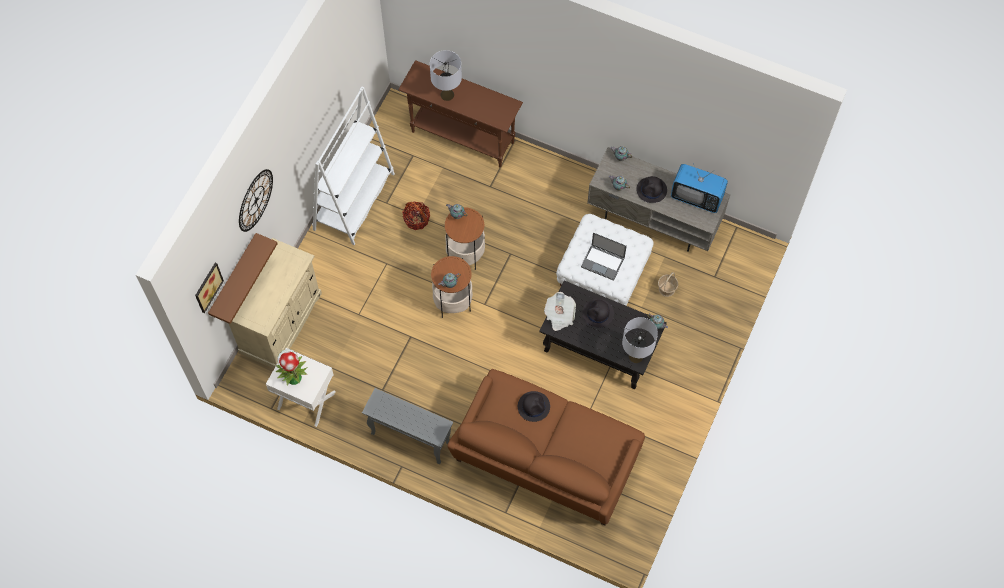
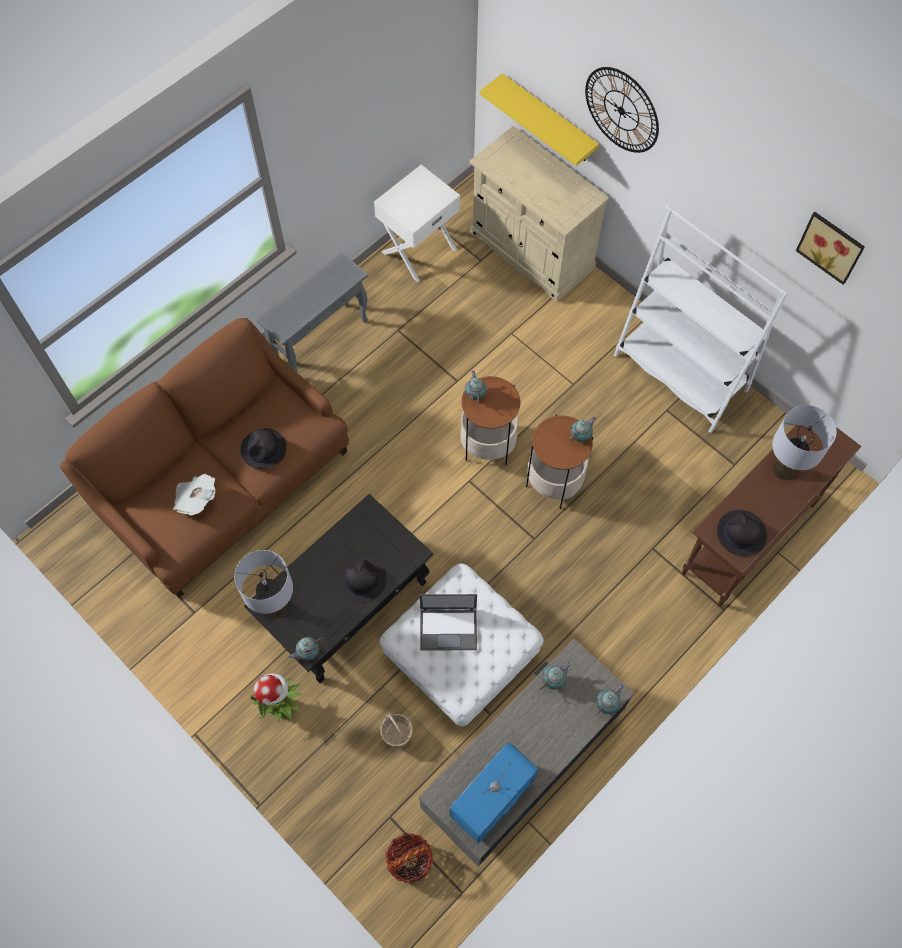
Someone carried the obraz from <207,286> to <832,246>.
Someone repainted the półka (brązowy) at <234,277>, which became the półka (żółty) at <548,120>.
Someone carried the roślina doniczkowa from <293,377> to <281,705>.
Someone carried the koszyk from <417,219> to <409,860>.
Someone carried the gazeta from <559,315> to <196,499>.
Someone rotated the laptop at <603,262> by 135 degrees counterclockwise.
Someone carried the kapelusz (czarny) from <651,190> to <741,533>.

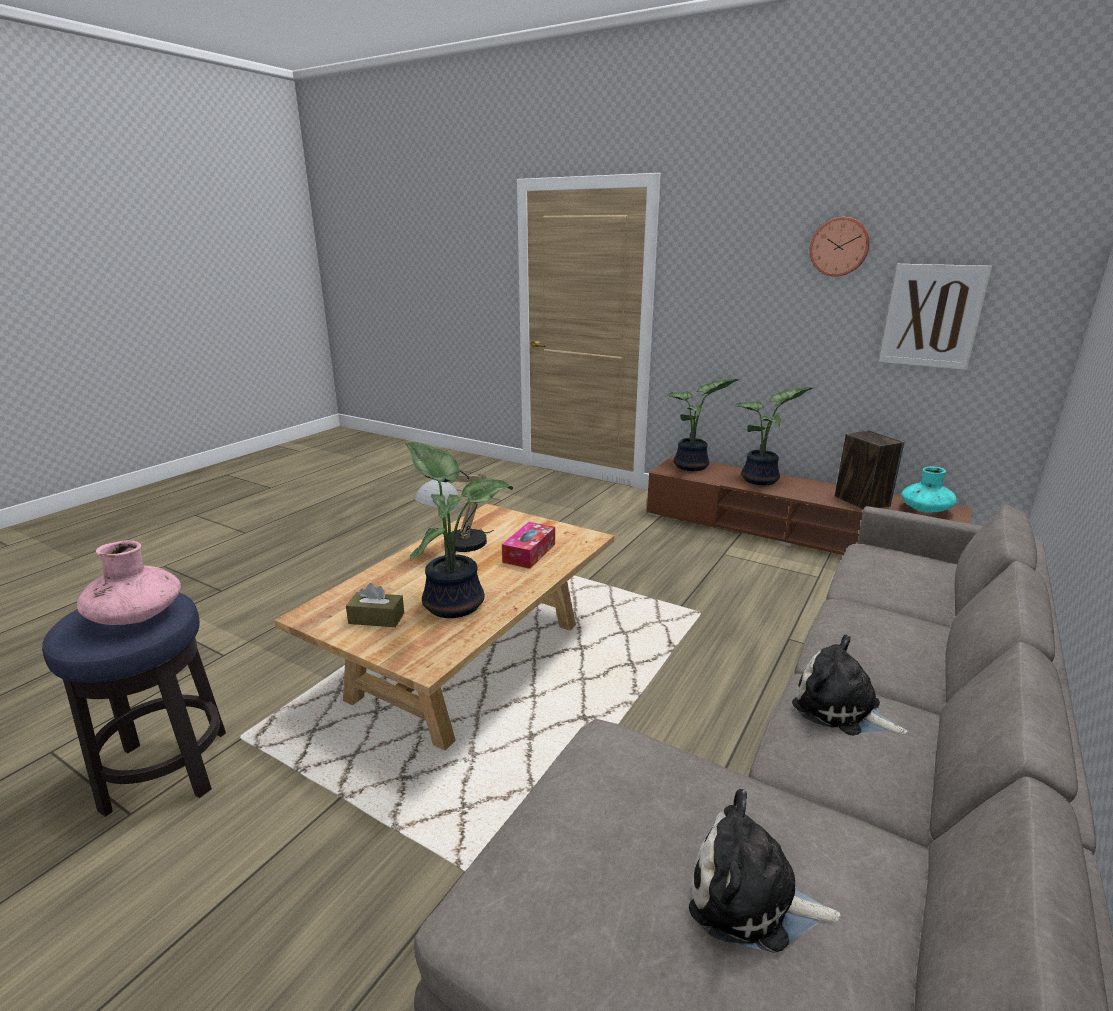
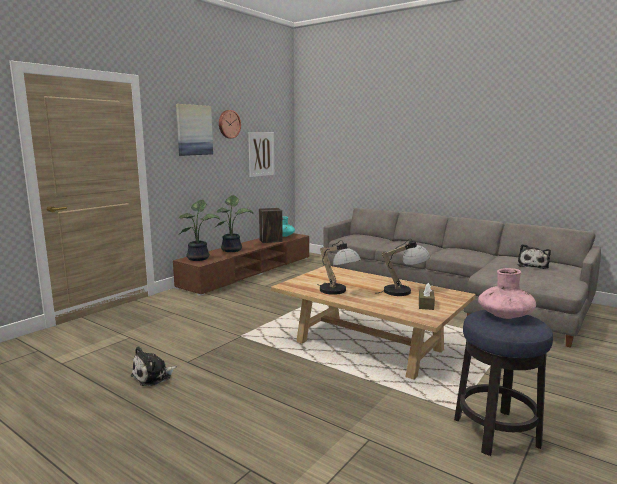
Someone swapped the roślina doniczkowa at <455,602> for the lampa stołowa at <404,291>.
Someone took away the pudełko chusteczek at <529,553>.
Someone carried the pluszak from <841,709> to <153,376>.
Someone put up the obraz at <194,130>.

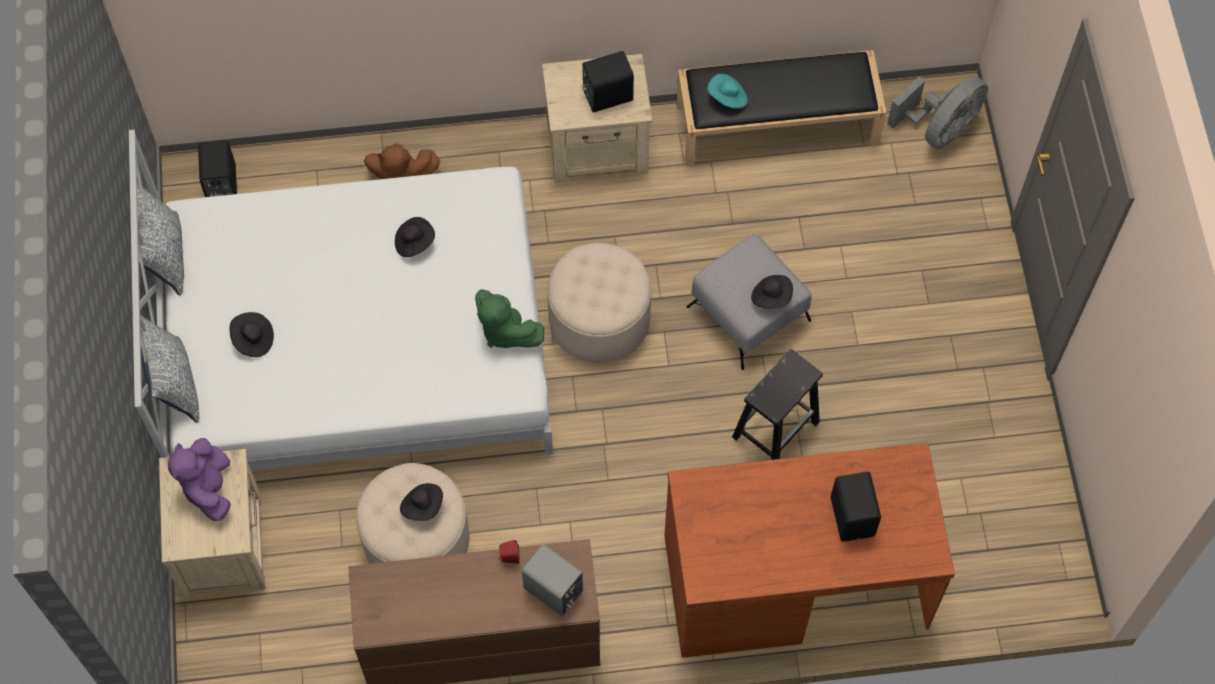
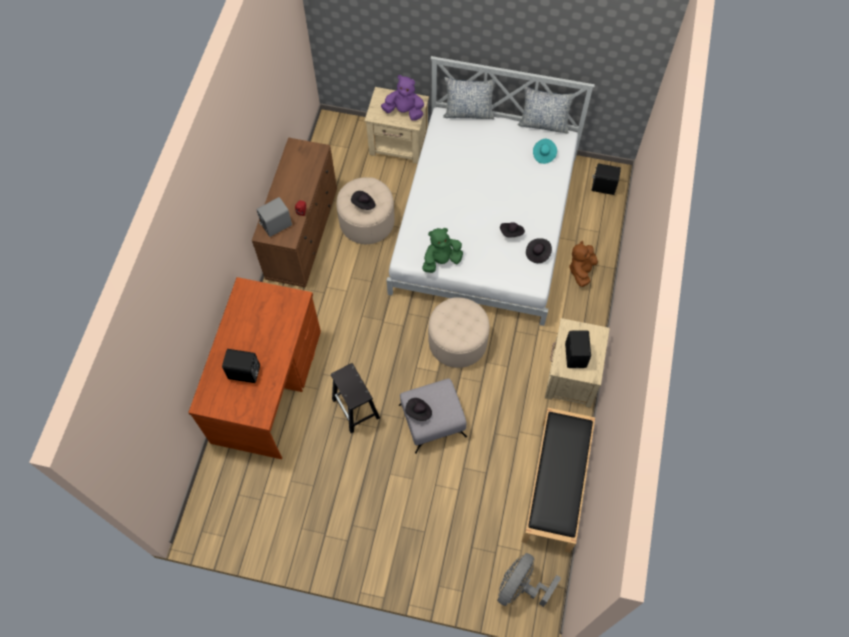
Someone carried the kapelusz (czarny) from <253,340> to <537,253>.
Someone carried the kapelusz (turkusowy) from <727,98> to <543,154>.
Someone rotated the wentylator (szary) at <940,130> by 60 degrees clockwise.

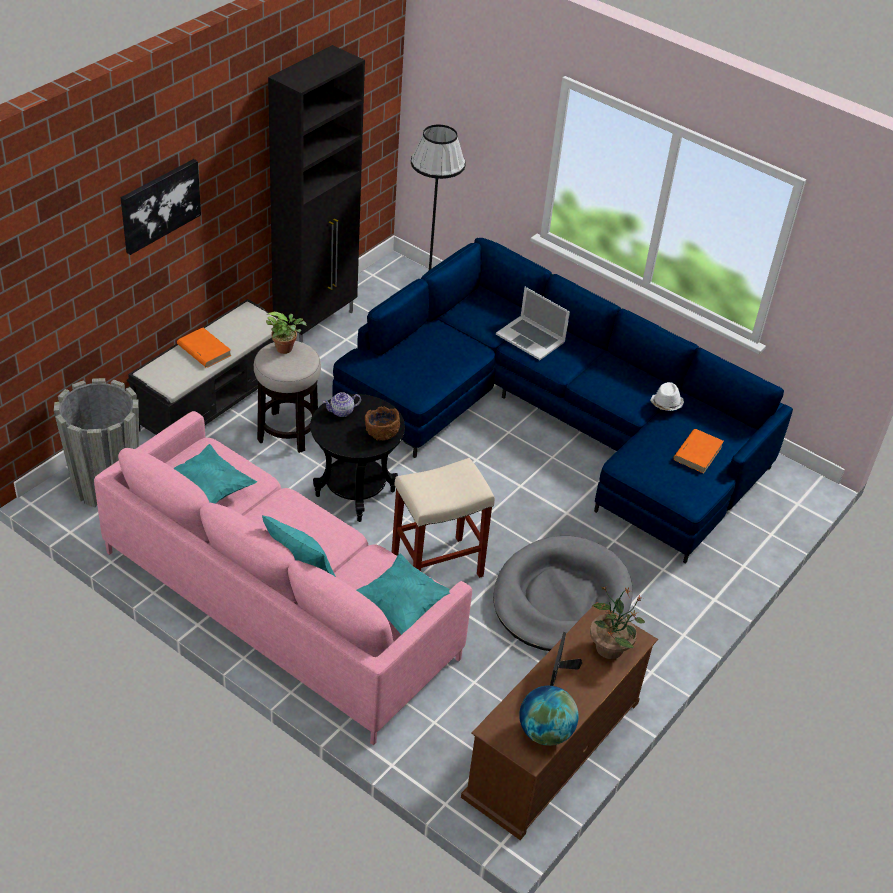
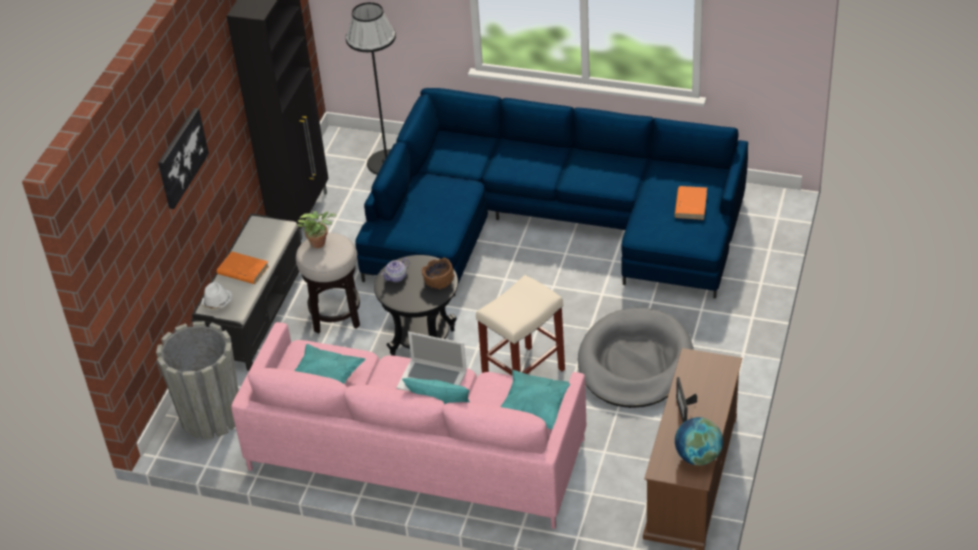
Someone carried the laptop from <530,338> to <432,379>.
Someone took away the roślina doniczkowa at <609,647>.
Someone carried the kapelusz (biały) from <666,404> to <217,302>.

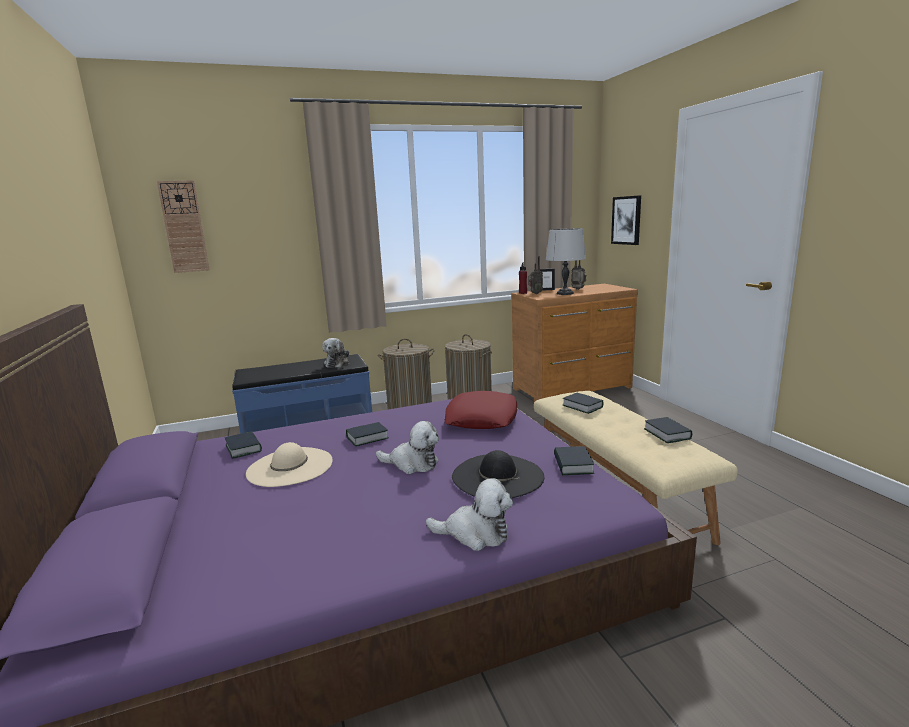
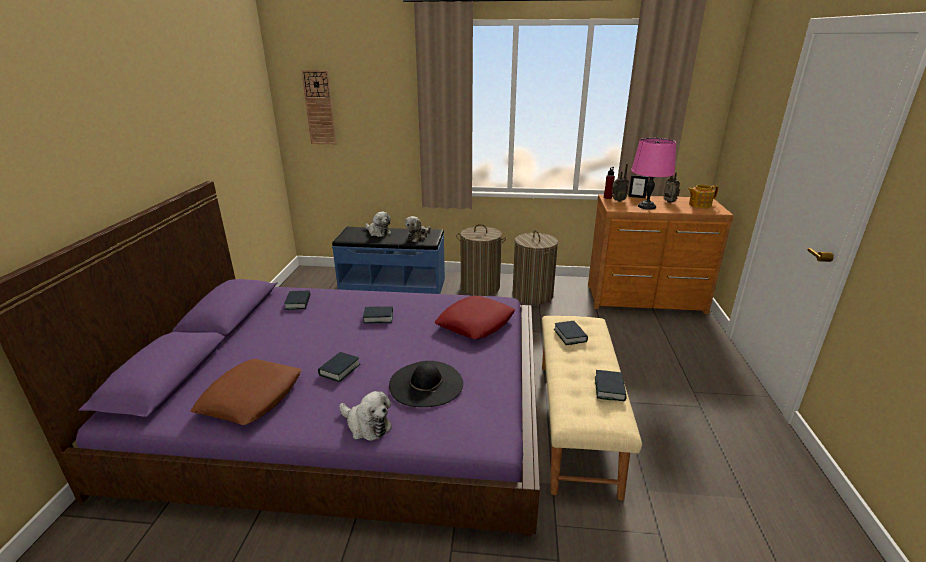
Someone took away the kapelusz (beżowy) at <290,467>.
Someone carried the pluszak from <412,464> to <378,232>.
Someone repainted the lampa stołowa (szary) at <564,293>, which became the lampa stołowa (różowy) at <646,206>.
Someone carried the książka from <573,465> to <339,370>.
Someone took away the obraz at <626,220>.
Someone put down the poduszka (brązowy) at <251,397>.
Someone put down the imbryk at <699,205>.

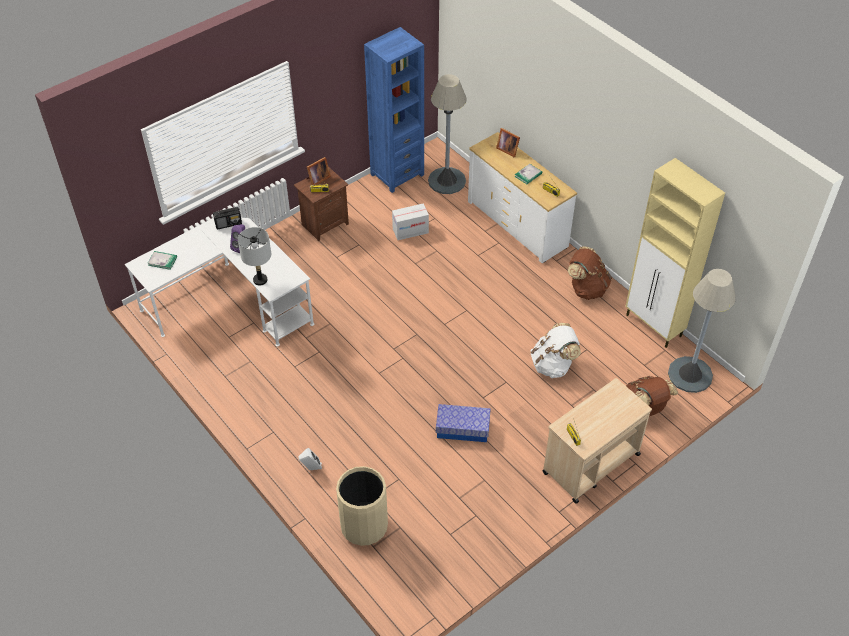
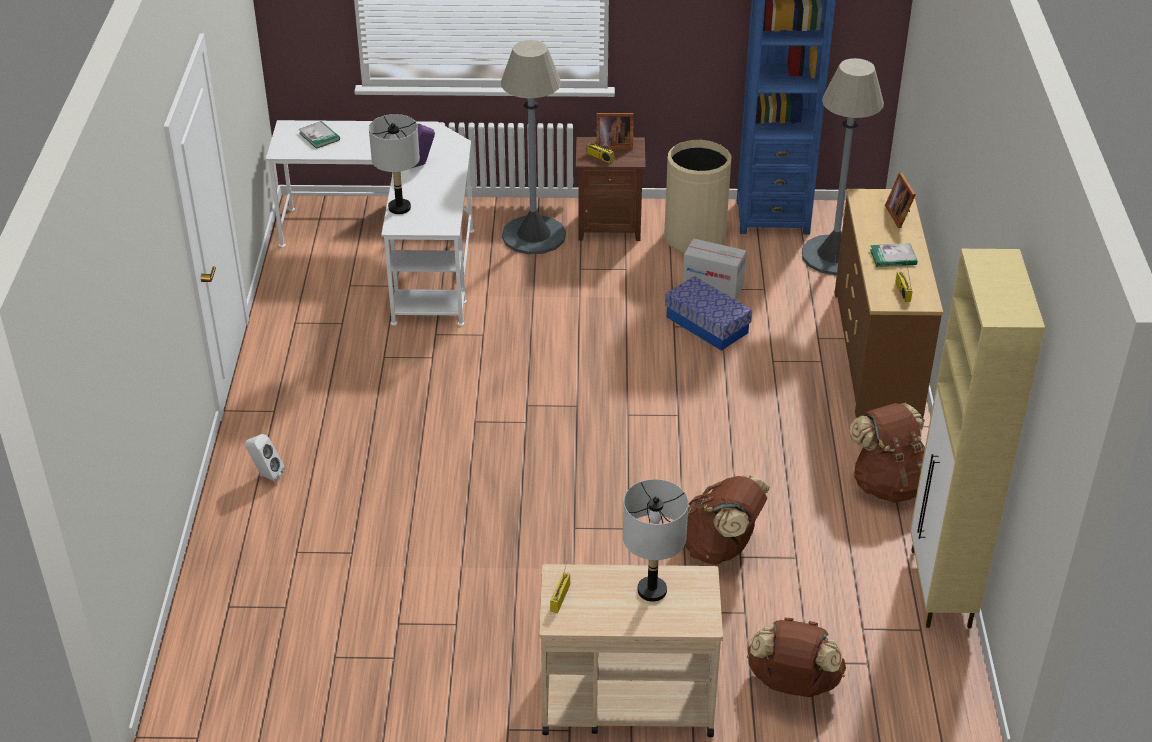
Someone took away the radio at <228,224>.
Someone carried the kosz na śmieci (beżowy) from <364,526> to <694,238>.
Someone carried the pojemnik do przechowywania from <462,429> to <707,325>.
Someone repainted the komoda (biały) at <517,224>, which became the komoda (brązowy) at <877,353>.
Someone repainted the plecak (biały) at <553,365>, which became the plecak (brązowy) at <721,547>.
Someone carried the lampa stojąca (szary) from <689,375> to <533,235>.
Someone put down the lampa stołowa (szary) at <651,590>.

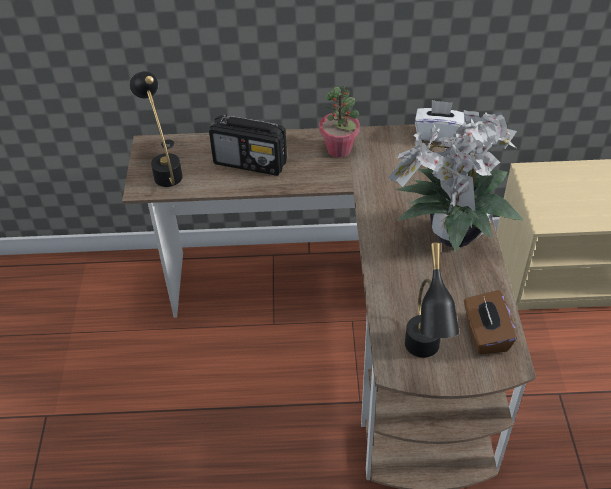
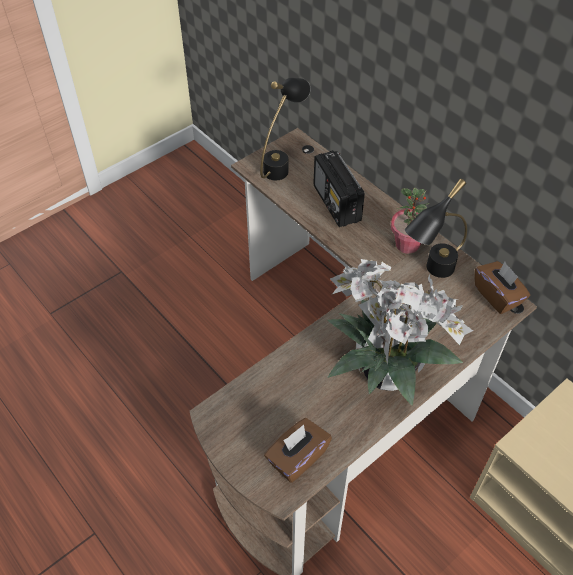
Someone carried the lampa stołowa (czarny) from <424,357> to <430,273>.
Someone repainted the pudełko chusteczek (biały) at <438,134>, which became the pudełko chusteczek (brązowy) at <497,296>.

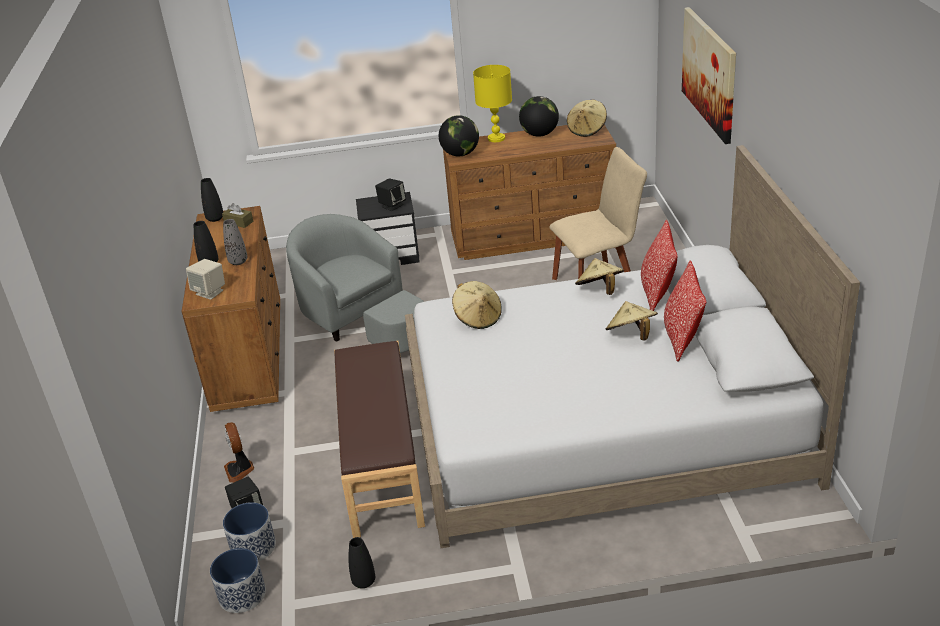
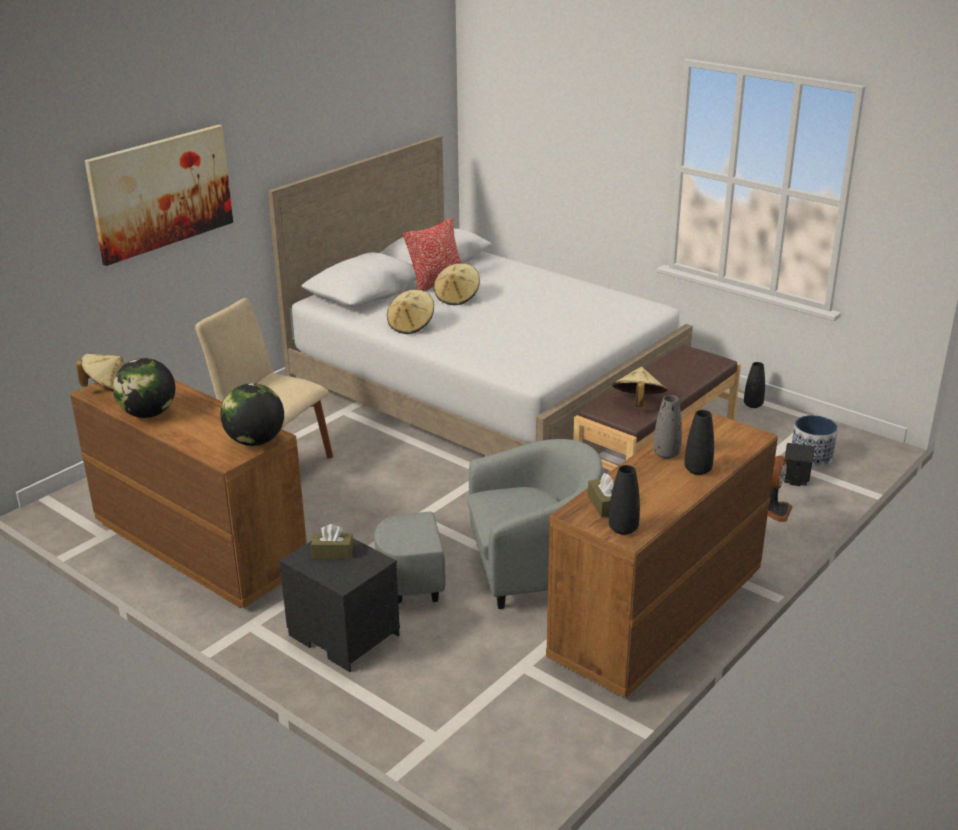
Someone took away the głośnik (beżowy) at <210,292>.
Someone took away the donica at <242,595>.
Someone rotated the fotel (szary) at <360,320> by 105 degrees counterclockwise.
Someone swapped the głośnik (czarny) at <392,205> for the pudełko chusteczek (brązowy) at <332,552>.
Someone carried the kapelusz (beżowy) from <478,318> to <638,403>.
Someone took away the lampa stołowa (żółty) at <496,138>.
Someone took away the poduszka at <657,293>.

